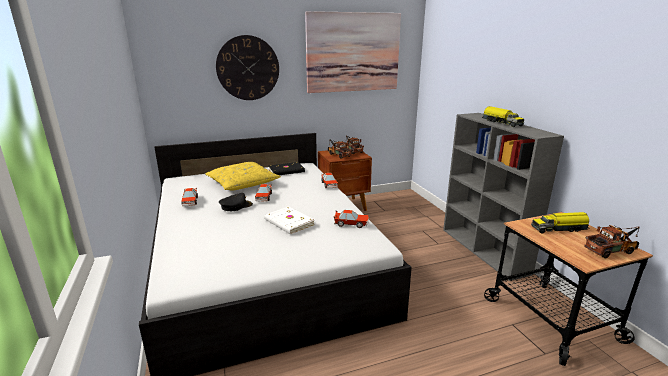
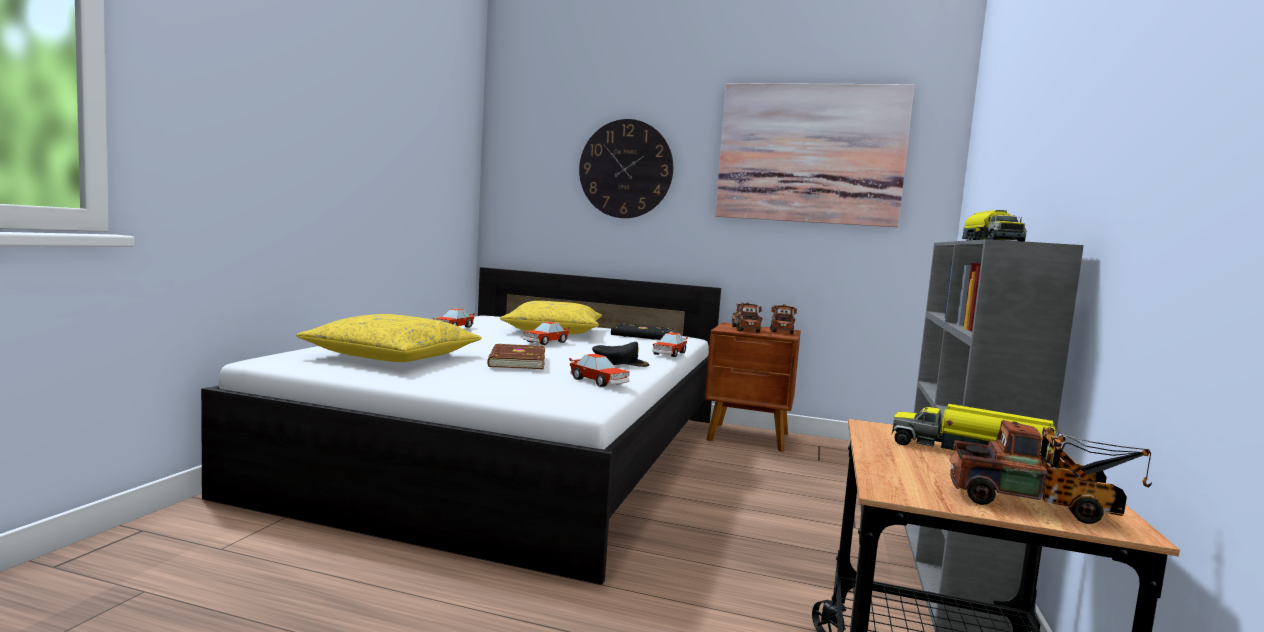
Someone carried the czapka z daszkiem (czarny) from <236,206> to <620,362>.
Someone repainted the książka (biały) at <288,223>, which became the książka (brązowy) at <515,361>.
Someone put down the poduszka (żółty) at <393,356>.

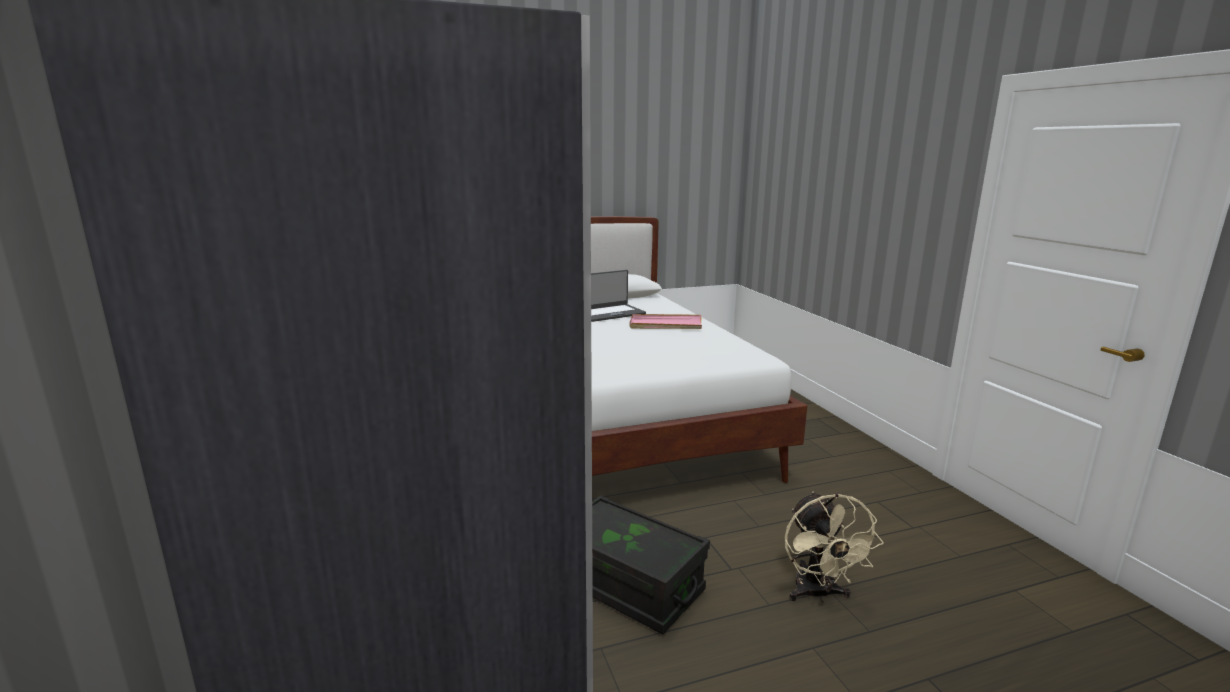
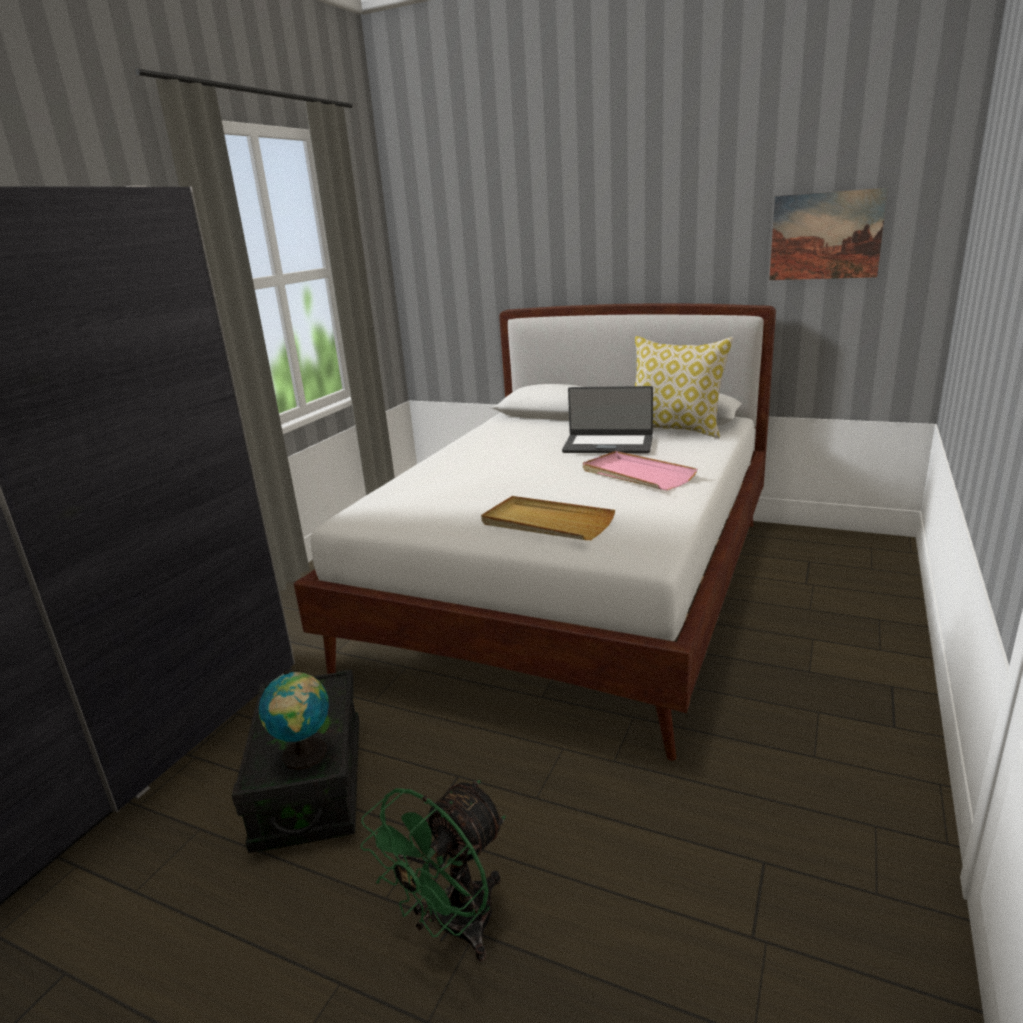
Someone repainted the wentylator (beżowy) at <818,594>, which became the wentylator (zielony) at <453,928>.
Someone put down the globus at <305,756>.
Someone put down the taca (beżowy) at <546,523>.
Someone put down the poduszka at <675,430>.
Someone put up the obraz at <825,236>.

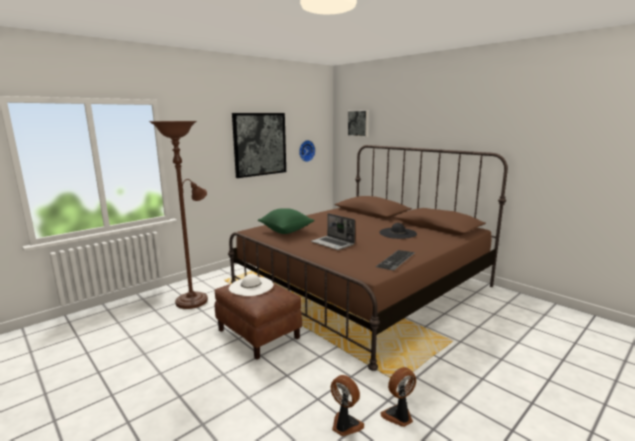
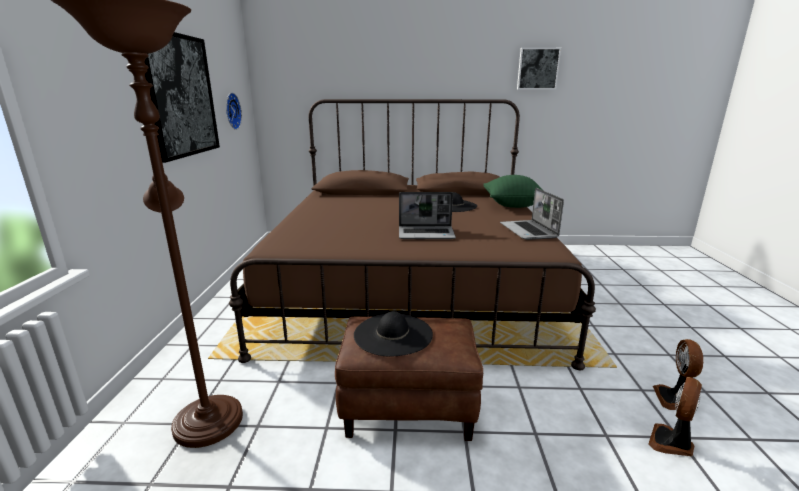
Someone repainted the kapelusz (biały) at <251,286>, which became the kapelusz (czarny) at <393,334>.
Someone carried the poduszka (zielony) from <286,231> to <512,205>.
Someone rotated the wentylator at <345,425> by 45 degrees counterclockwise.
Someone carried the obraz from <358,123> to <537,69>.
Someone swapped the klawiatura at <397,260> for the laptop at <529,231>.

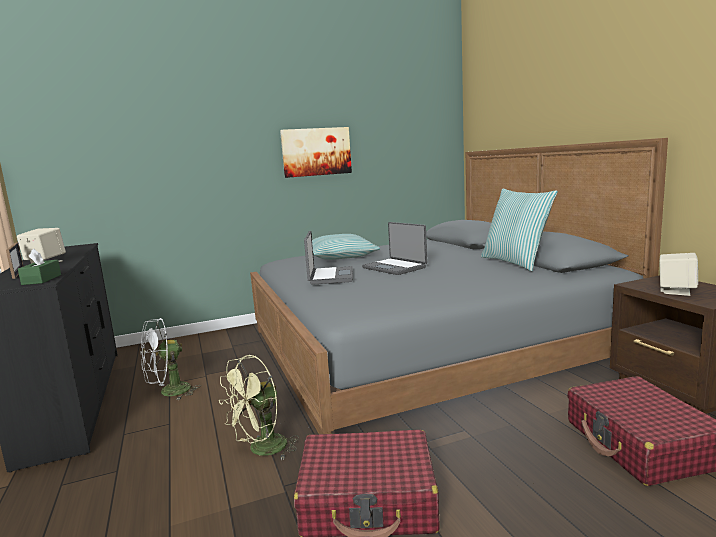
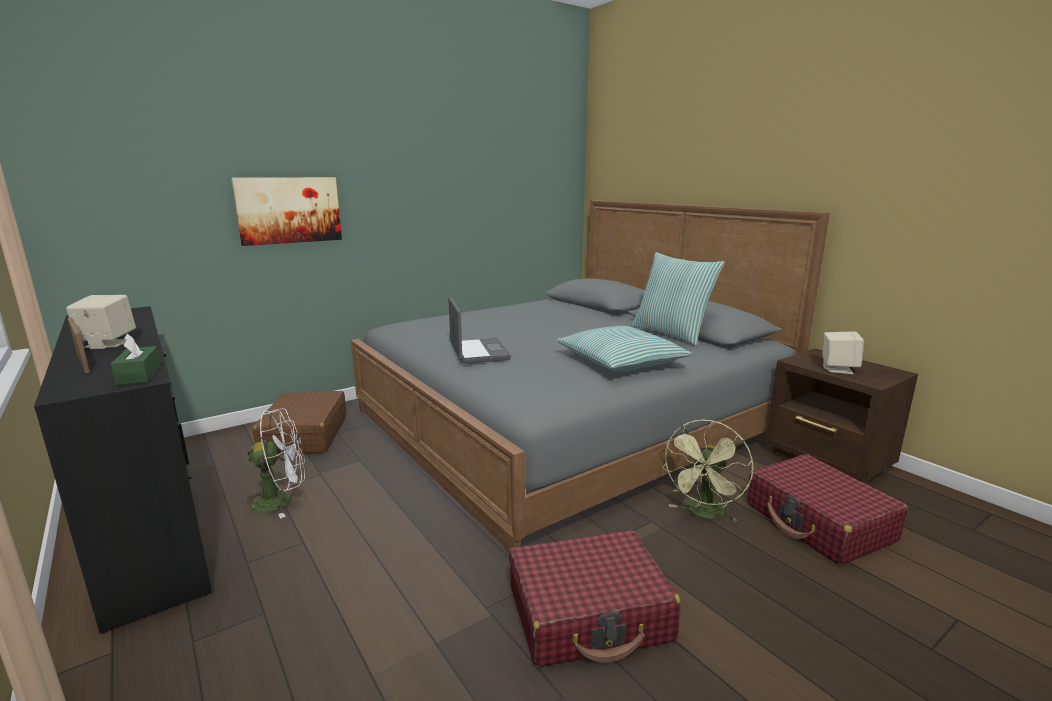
Someone rotated the wentylator (biały) at <169,392> by 150 degrees counterclockwise.
Someone carried the wentylator (zielony) from <262,450> to <704,514>.
Someone carried the obraz from <316,152> to <289,210>.
Someone carried the poduszka from <340,256> to <620,361>.
Someone took away the laptop at <395,267>.
Someone put down the walizka (brązowy) at <304,435>.

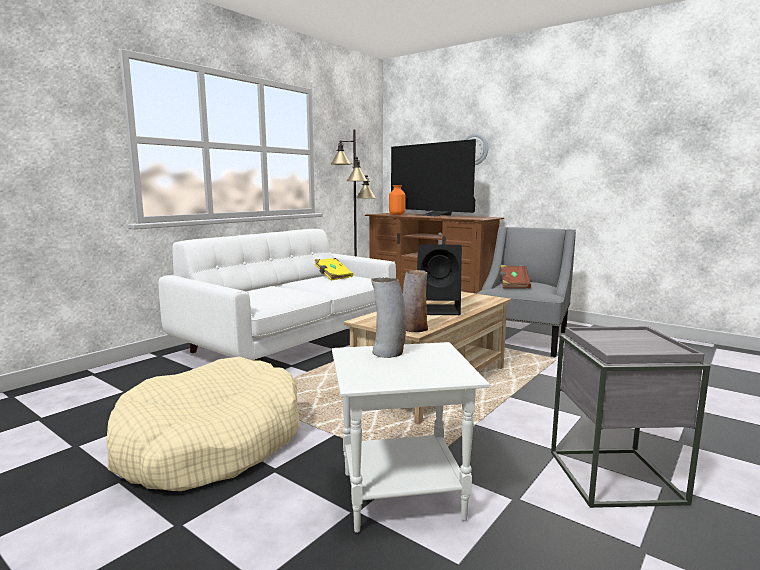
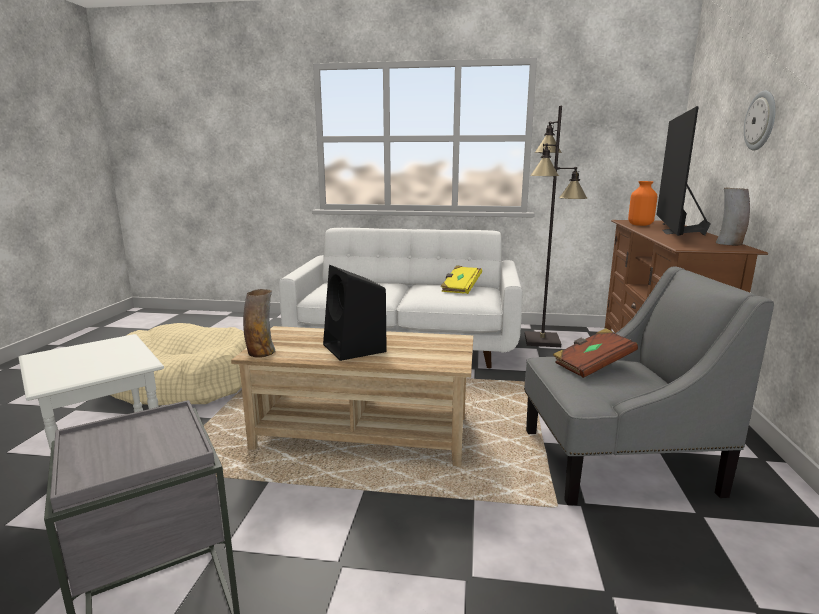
Someone carried the wazon from <388,353> to <729,244>.

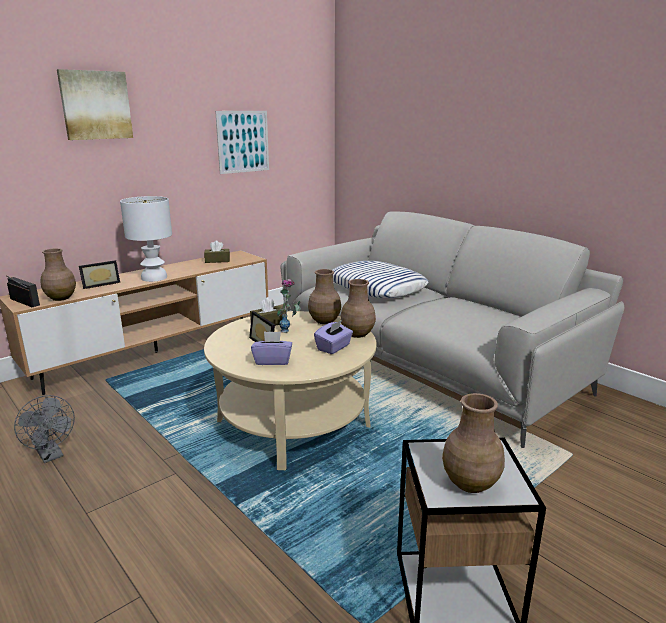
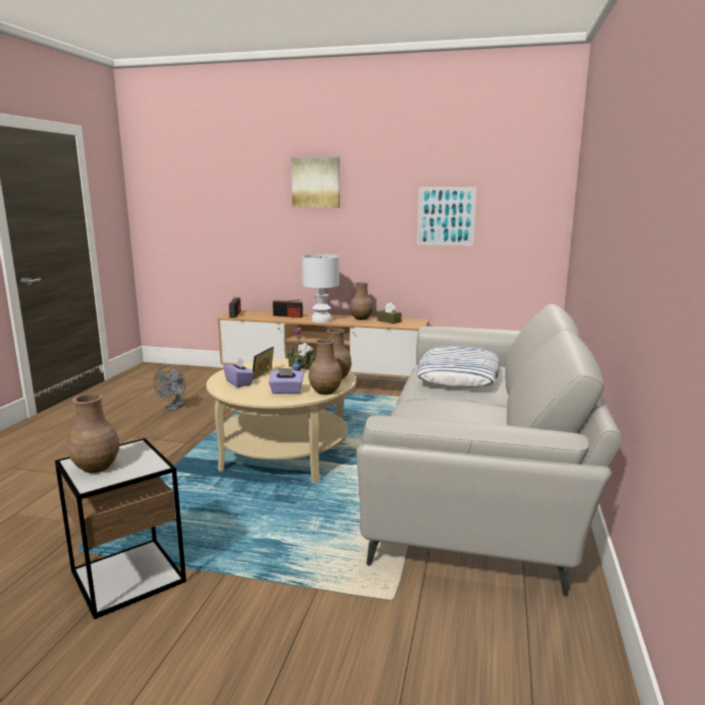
Someone carried the wazon (brązowy) from <60,298> to <361,318>.
Someone swapped the ramka na zdjęcie at <100,284> for the radio at <288,316>.

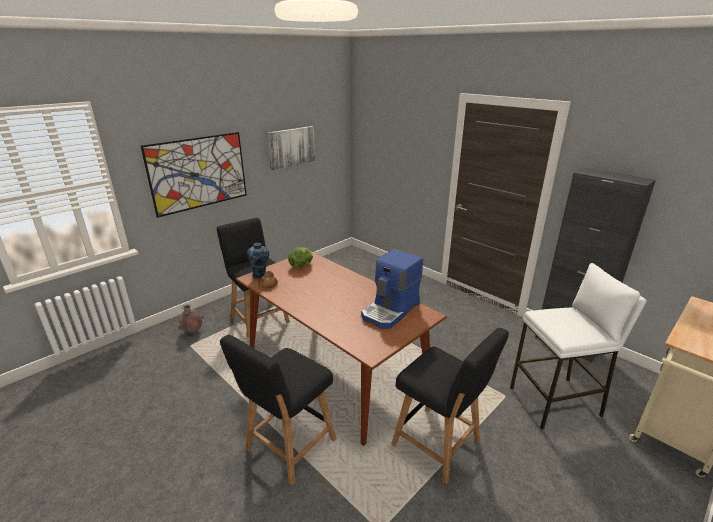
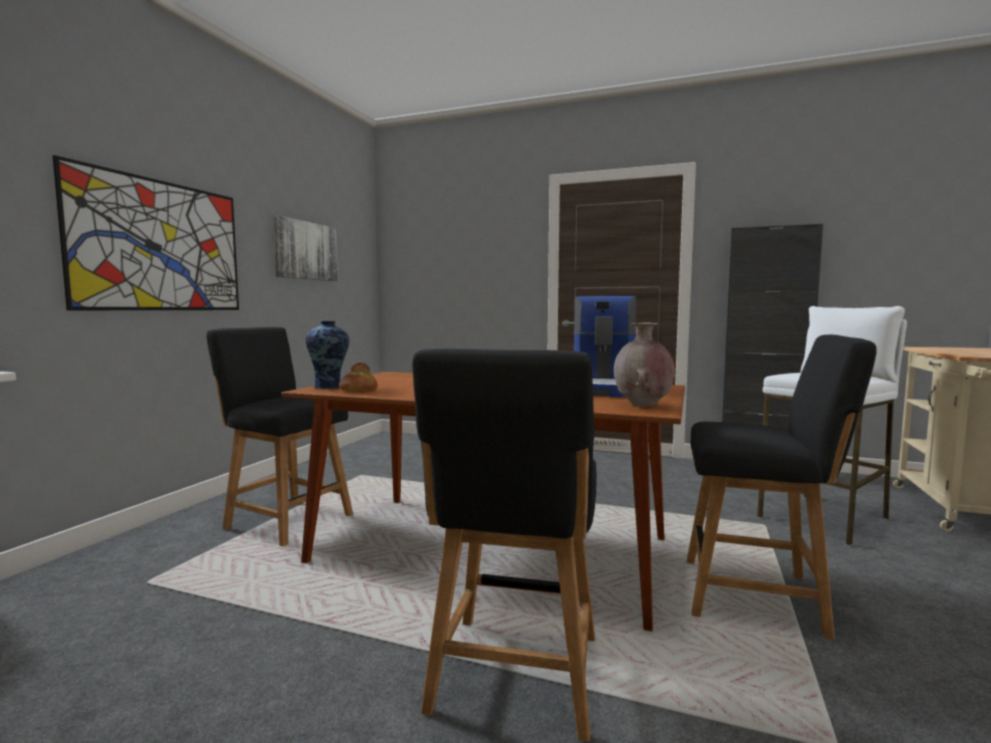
Someone carried the wazon (brązowy) from <192,331> to <642,406>.
Someone took away the sałata at <301,265>.

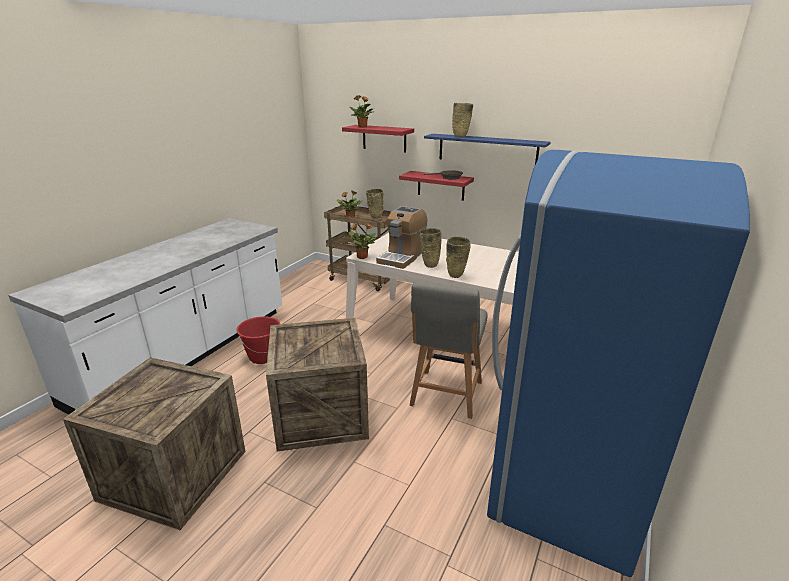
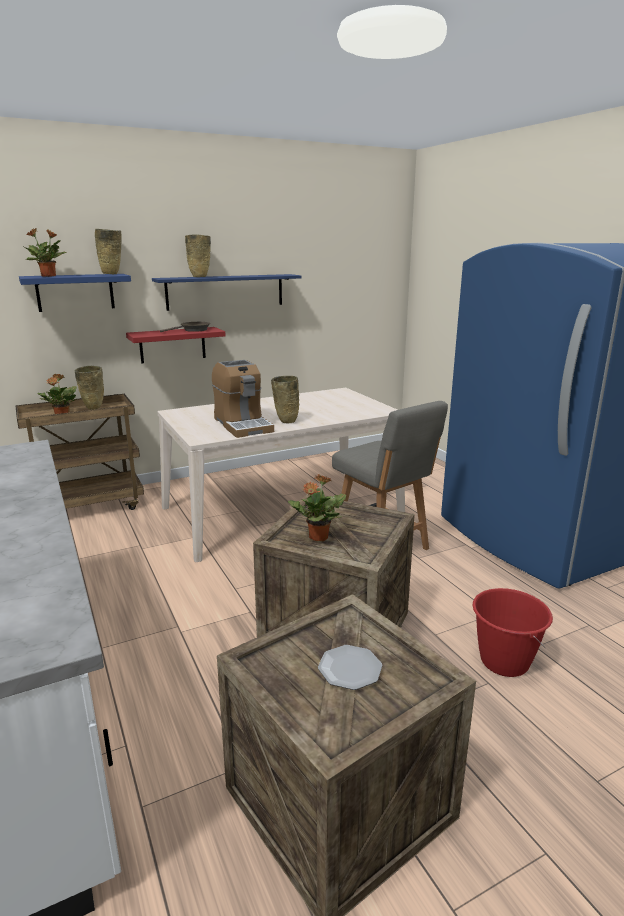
Someone carried the wiadro (czerwony) from <262,357> to <504,661>.
Someone repainted the półka (czerwony) at <384,138>, which became the półka (niebieski) at <75,292>.
Someone carried the roślina doniczkowa from <361,257> to <318,537>.
Someone carried the wazon (beżowy) from <456,276> to <112,274>.
Someone put down the talerz at <349,669>.

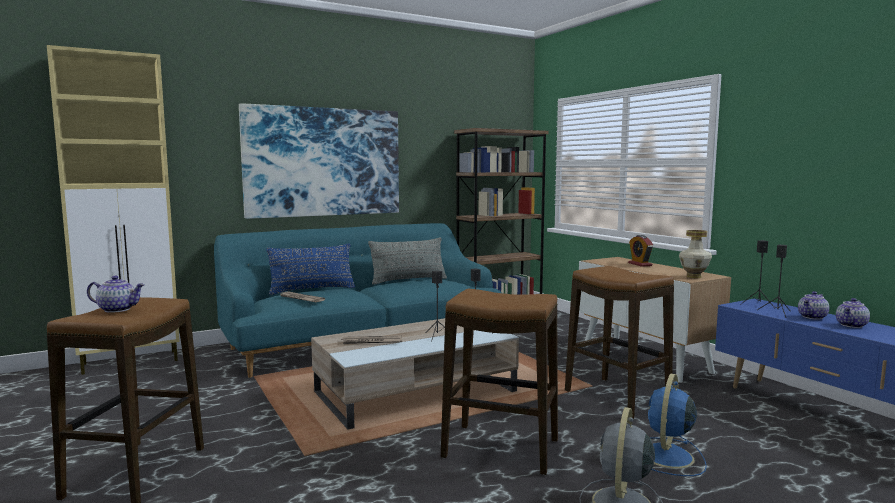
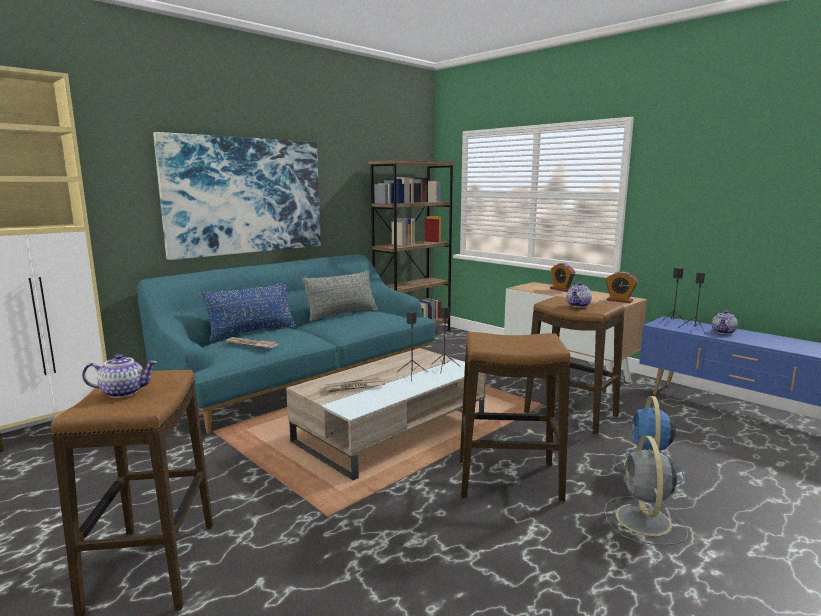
Someone swapped the wazon at <694,276> for the budzik at <619,300>.
Someone carried the imbryk from <852,325> to <579,305>.

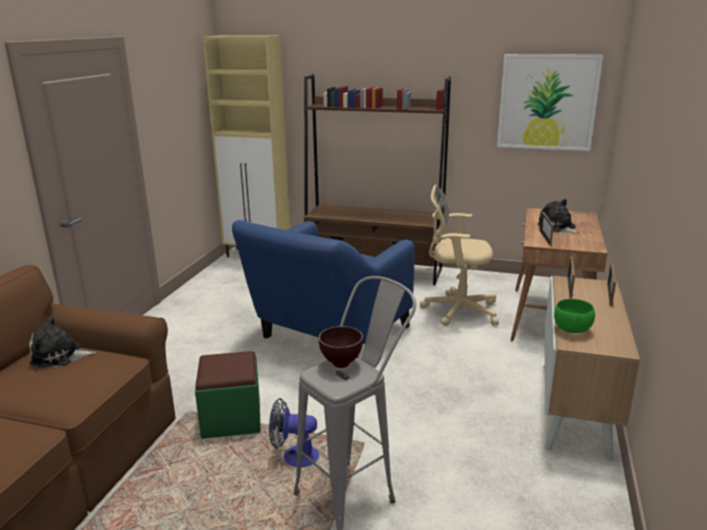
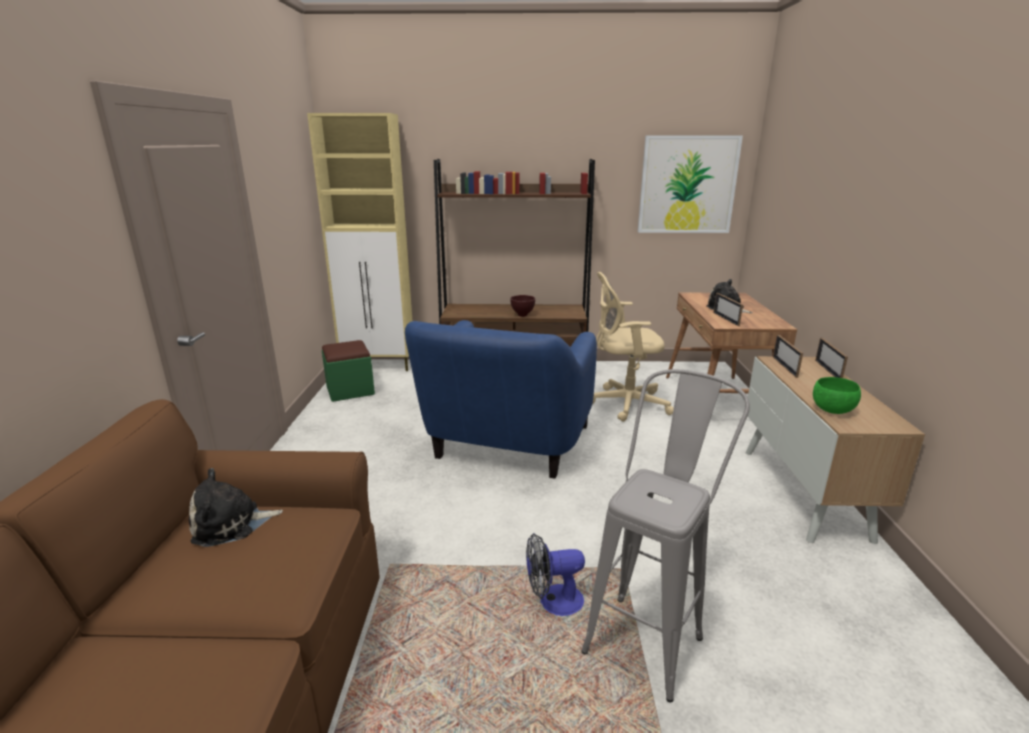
Someone carried the pufa (zielony) from <231,419> to <350,390>.
Someone carried the miska (brązowy) from <340,364> to <522,315>.

